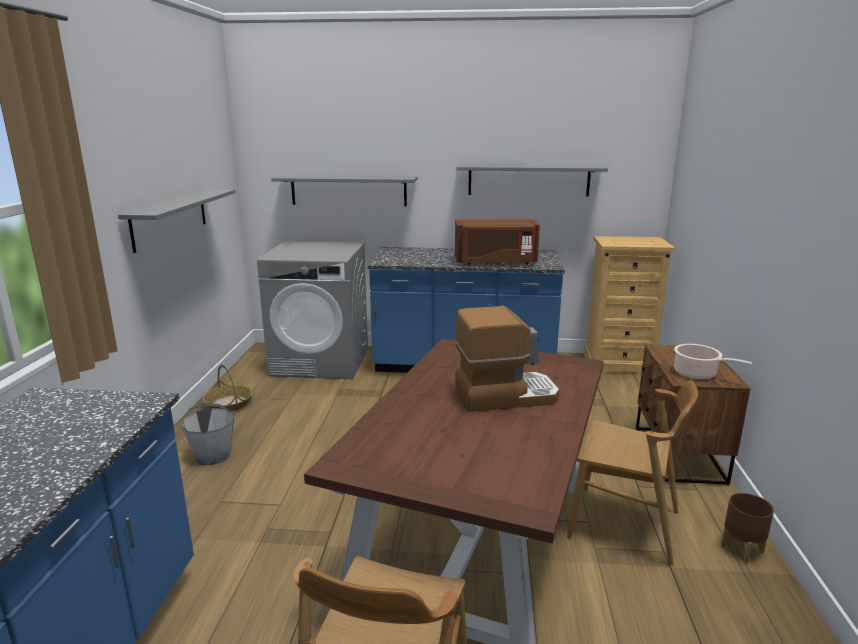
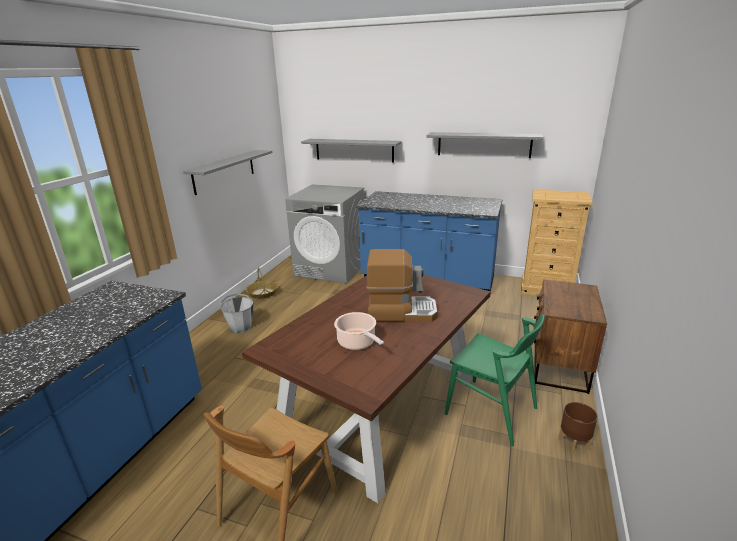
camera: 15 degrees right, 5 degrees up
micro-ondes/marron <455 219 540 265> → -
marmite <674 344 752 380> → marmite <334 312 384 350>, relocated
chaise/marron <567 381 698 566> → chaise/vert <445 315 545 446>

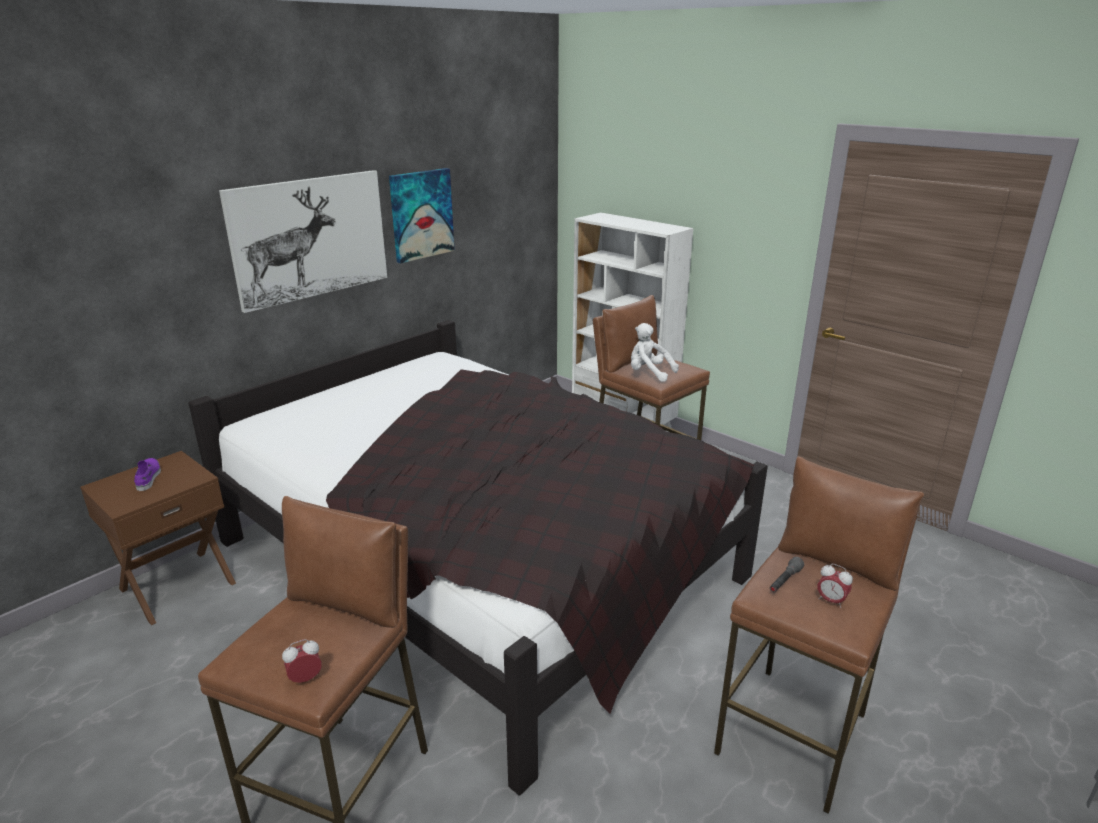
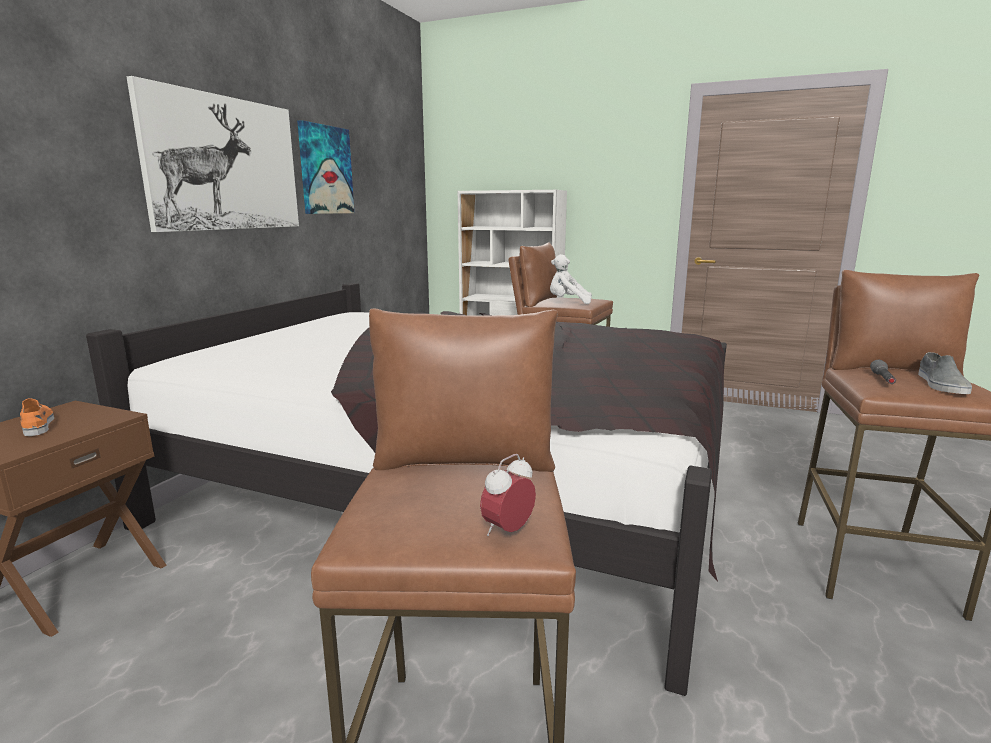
camera: 20 degrees left, 10 degrees down
réveil <817 564 853 608> → chaussure/gris <918 352 972 394>
chaussure/violet <134 458 161 491> → chaussure/orange <20 398 54 436>

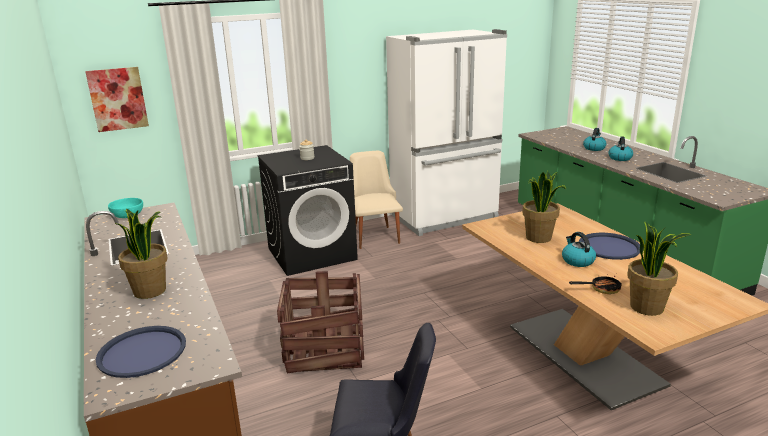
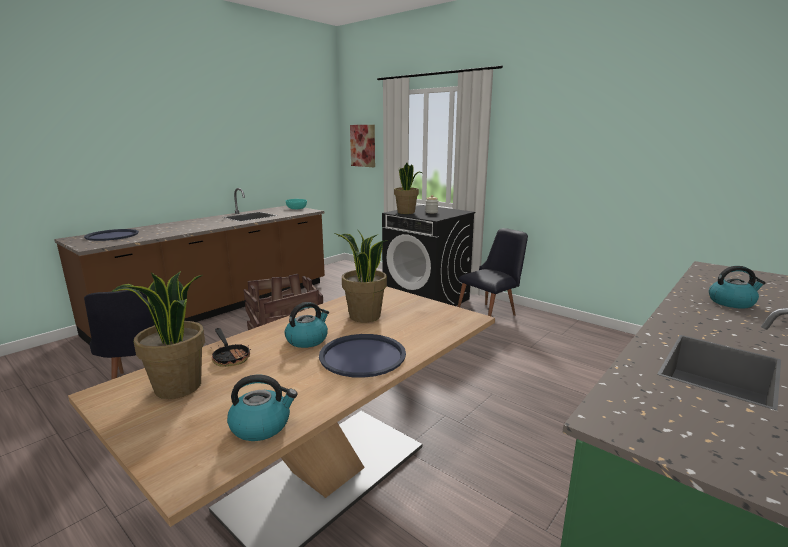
camera: 65 degrees right, 5 degrees down
réfrigérateur/blanc <386 29 507 236> → -
plante en pot <115 209 167 299> → plante en pot <394 163 422 214>, relocated
bouilloire <608 136 633 161> → bouilloire <227 375 297 441>, relocated
chaise/beige <350 151 403 249> → chaise/noir <458 228 528 316>

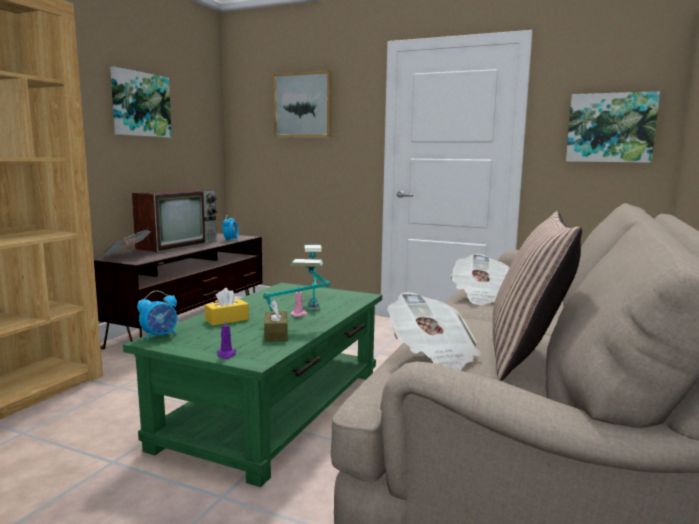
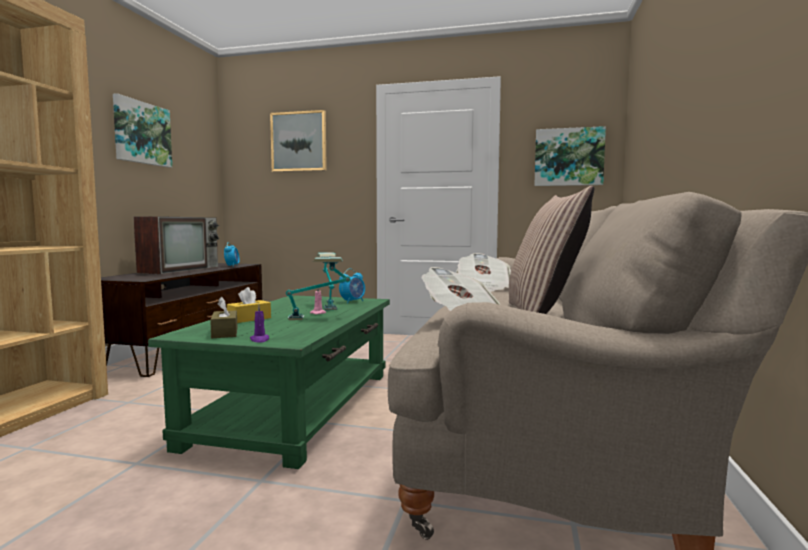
camera: 10 degrees left, 5 degrees down
journal <100 230 151 255> → -
réveil <137 290 177 341> → réveil <339 269 365 303>, relocated
boîte à mouchoirs/marron <264 300 288 342> → boîte à mouchoirs/marron <210 297 237 338>, relocated

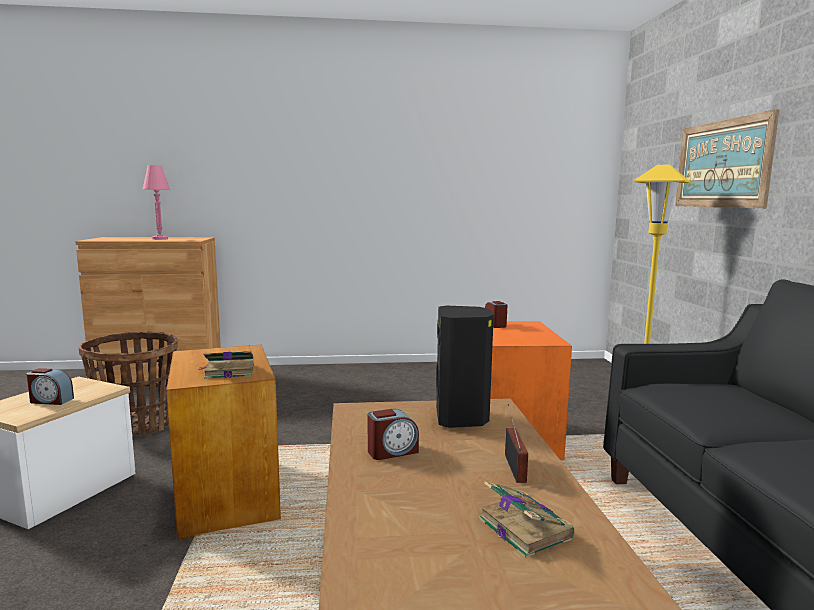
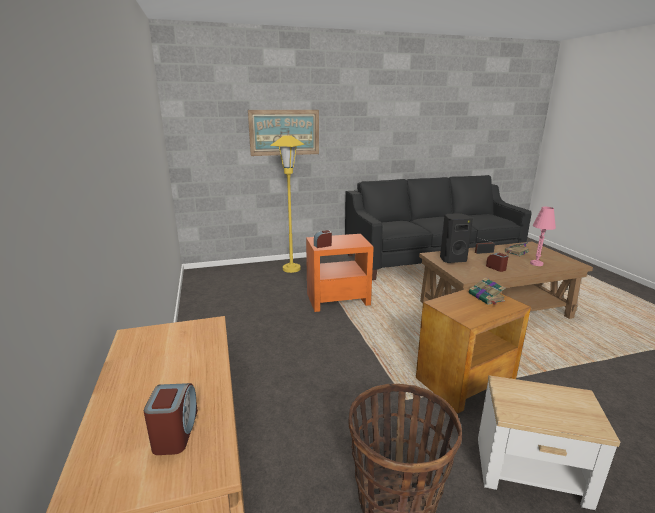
camera: 100 degrees left, 10 degrees up
réveil <27 368 74 405> → réveil <144 383 198 455>, relocated
lampe de table/rose <142 165 170 240> → lampe de table/rose <530 207 556 266>, relocated

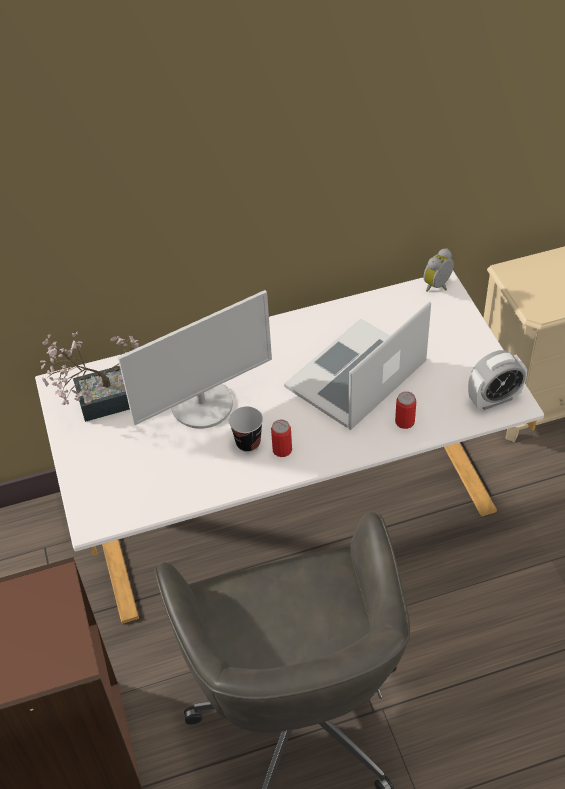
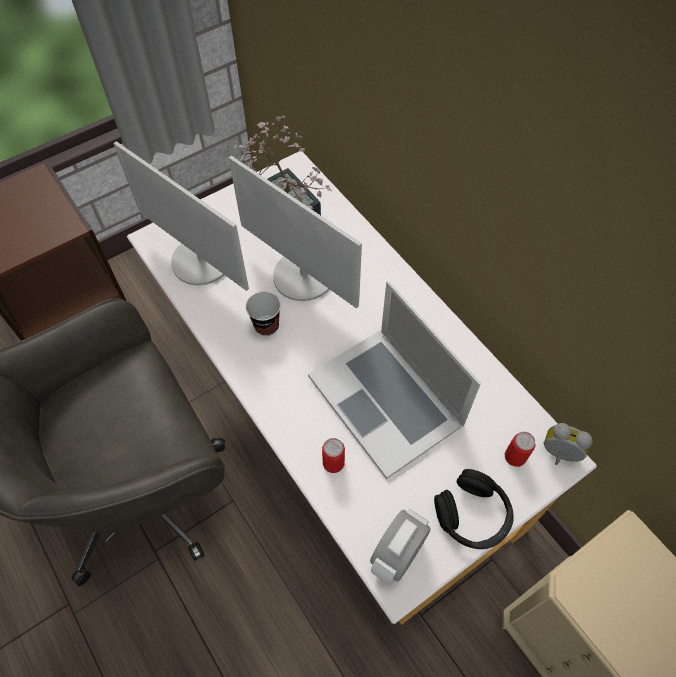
camera: 70 degrees right, 10 degrees up
- → écran d'ordinateur <113 141 249 291>
- → casque audio/noir <434 469 513 549>
boîte métallique <271 419 292 457> → boîte métallique <505 432 536 467>, relocated
ordinateur portable <284 301 431 430> → ordinateur portable <308 281 481 479>, 150 degrees counterclockwise
réveil <468 350 527 410> → réveil <370 509 431 586>, 75 degrees clockwise

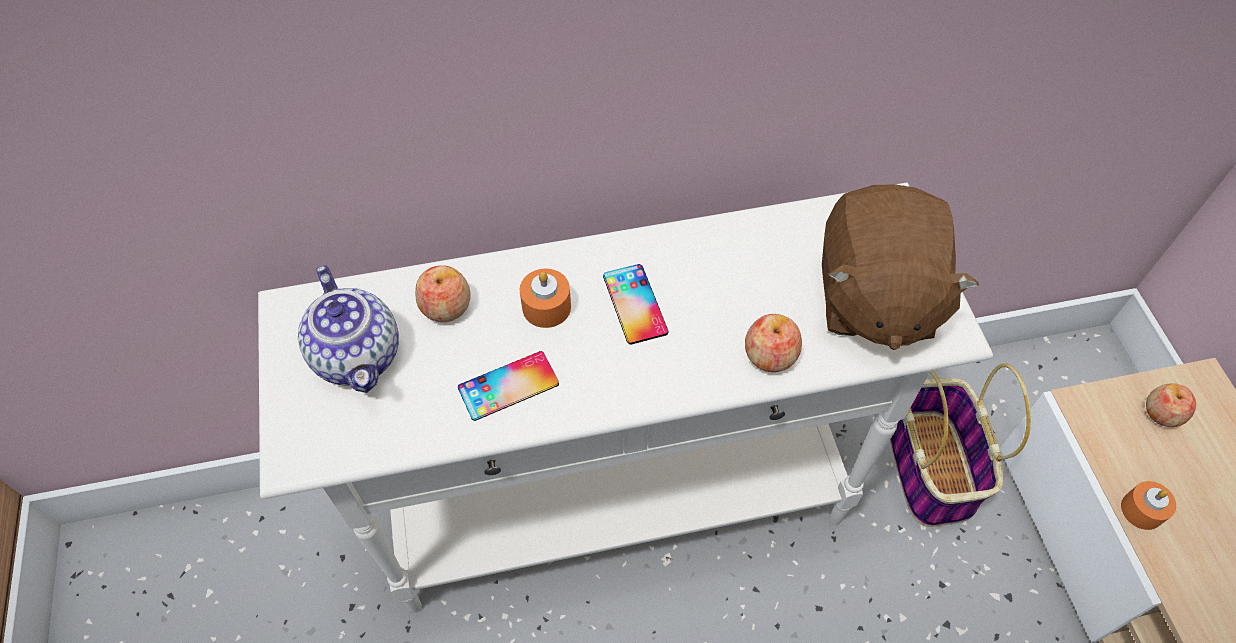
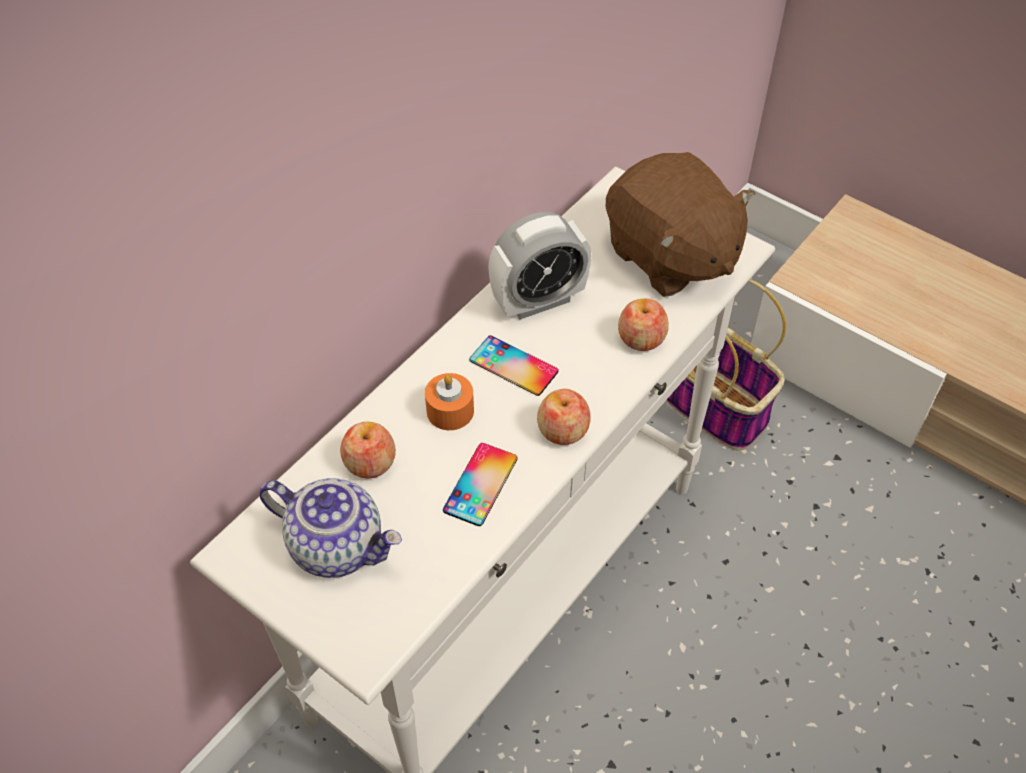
camera: 40 degrees left, 5 degrees down
bougie/orange <1121 481 1176 530> → -
- → réveil <488 212 591 320>
pomme <1146 383 1196 427> → pomme <537 389 591 445>, relocated

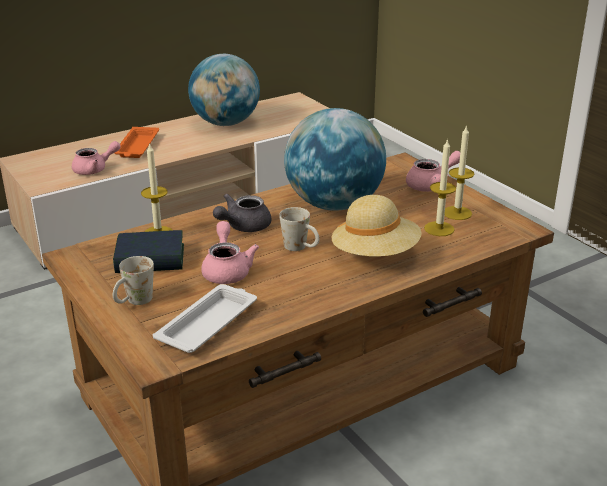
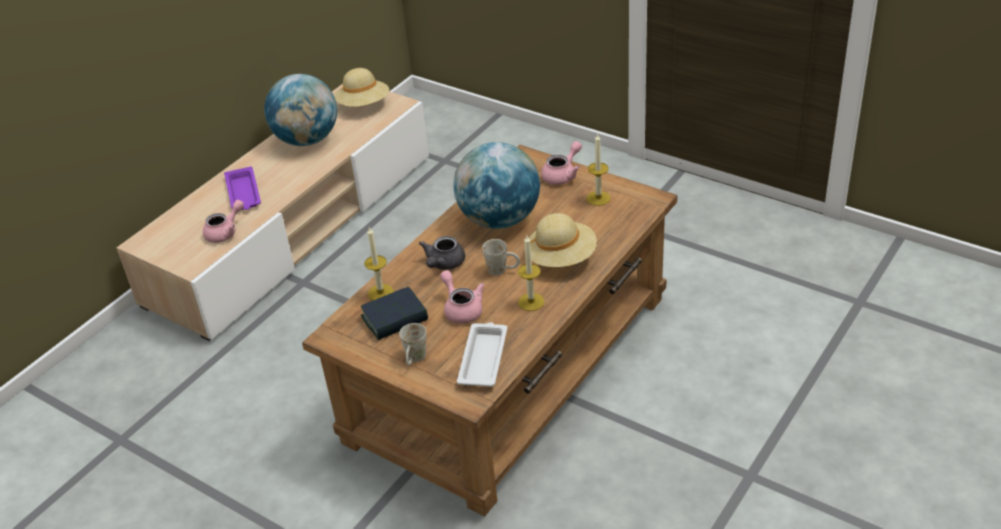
camera: 20 degrees left, 10 degrees up
- → chapeau/beige <335 68 389 107>
bougie <424 138 456 236> → bougie <518 236 545 311>, relocated
plateau/orange <114 127 159 158> → plateau/violet <224 166 261 210>

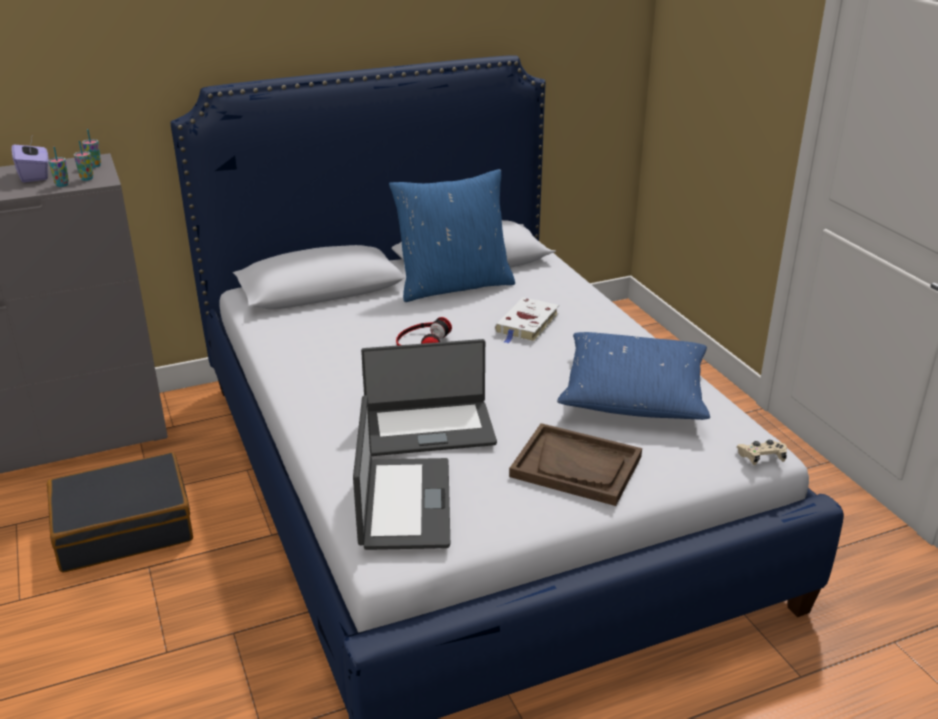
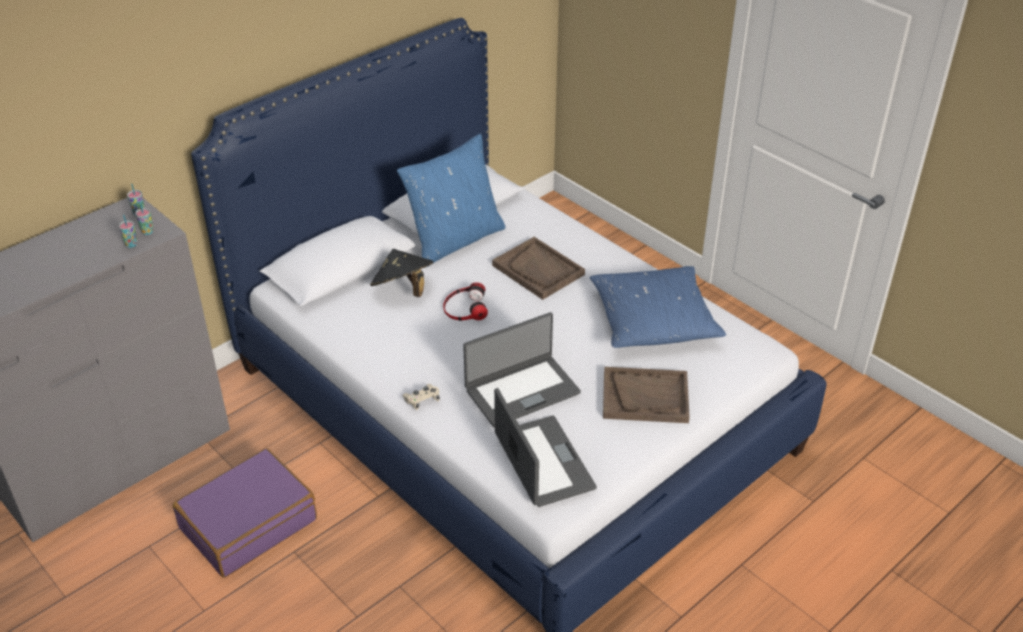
camera: 20 degrees left, 10 degrees up
boîte à mouchoirs/violet <12 138 49 183> → -
- → chapeau/noir <370 249 433 297>
manette/beige <737 440 787 465> → manette/beige <402 384 440 410>, relocated
livre/blanc <495 297 559 344> → plateau/marron <492 237 585 300>
valise/noir <47 452 193 573> → valise/violet <173 448 317 577>

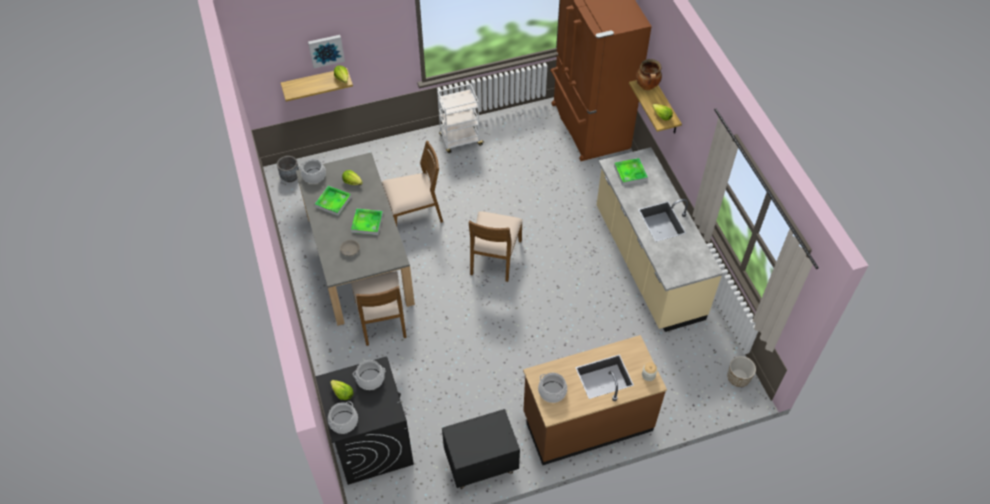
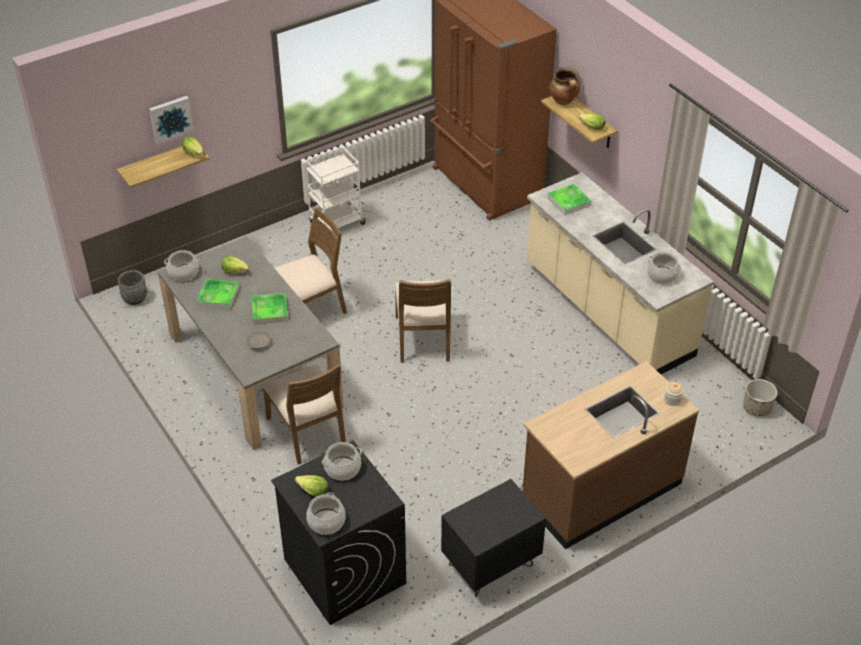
camera: 15 degrees left, 10 degrees down
marmite <538 373 567 403> → marmite <647 252 682 284>, relocated

